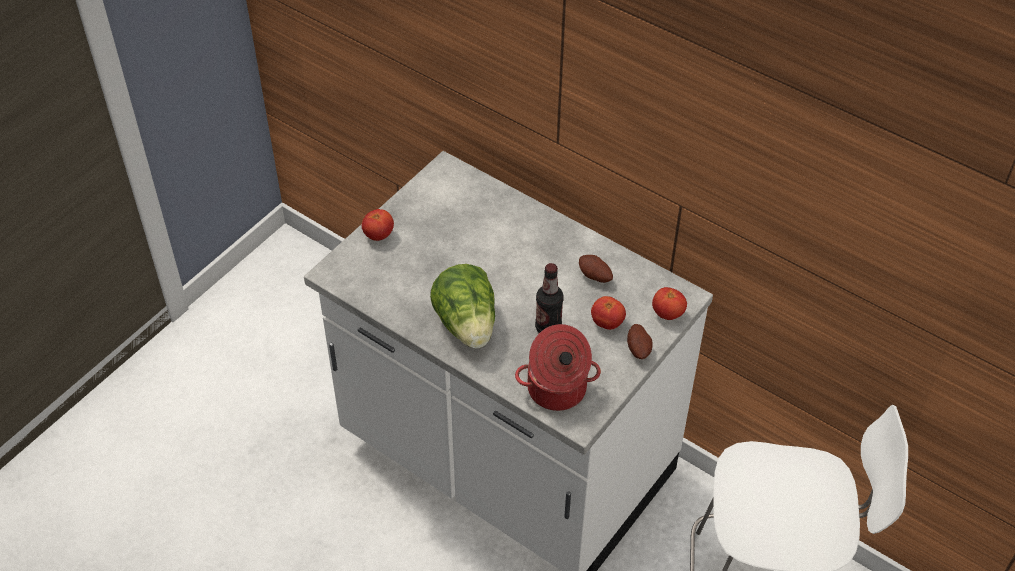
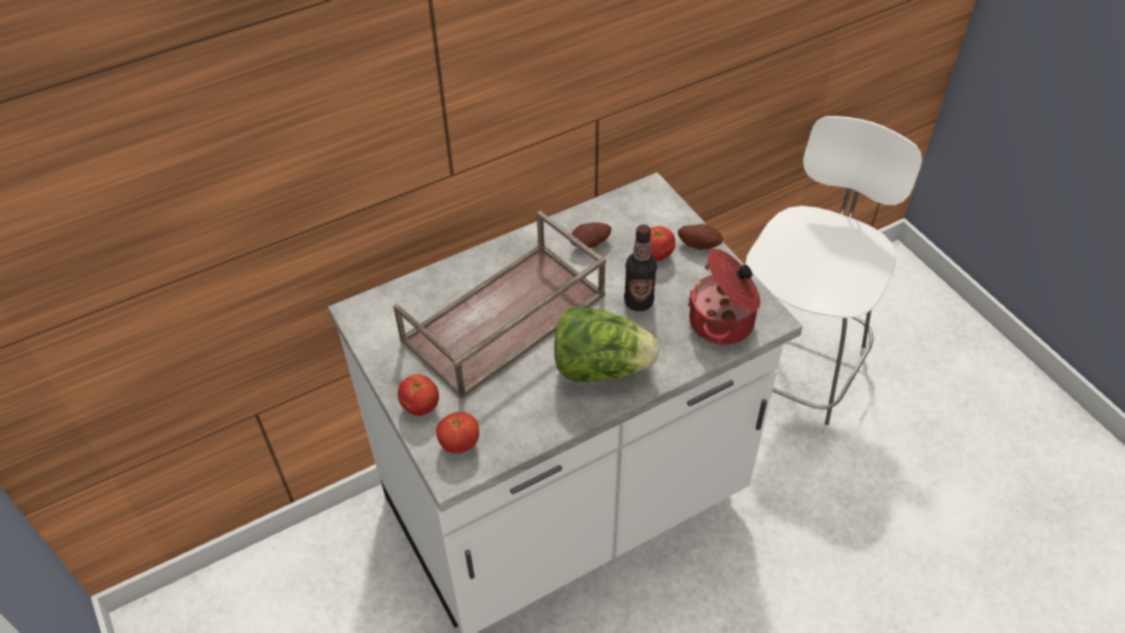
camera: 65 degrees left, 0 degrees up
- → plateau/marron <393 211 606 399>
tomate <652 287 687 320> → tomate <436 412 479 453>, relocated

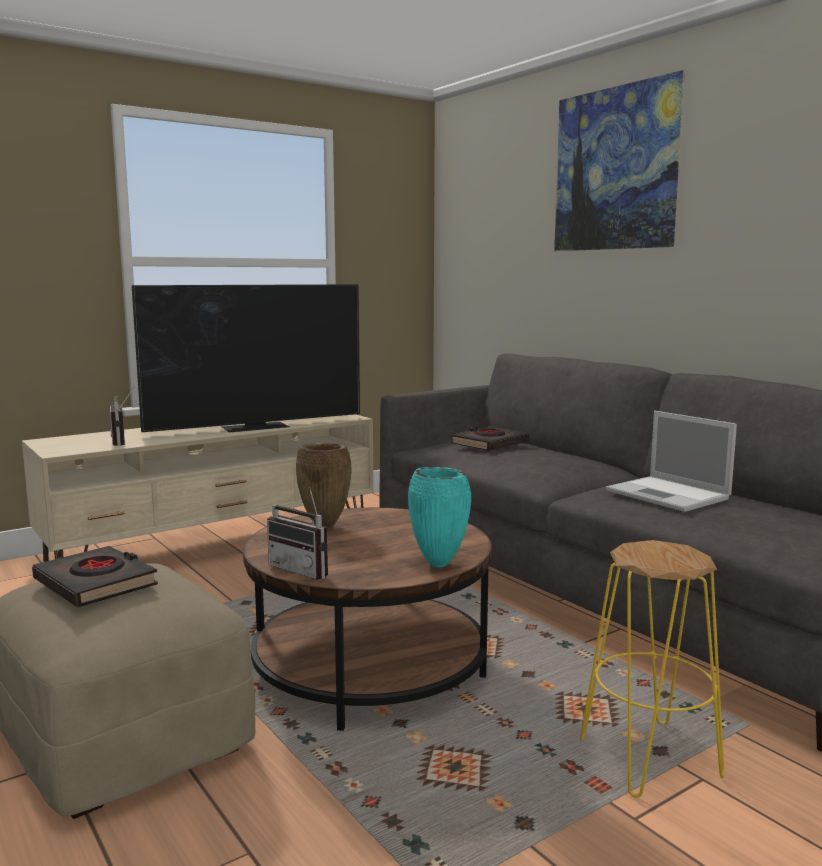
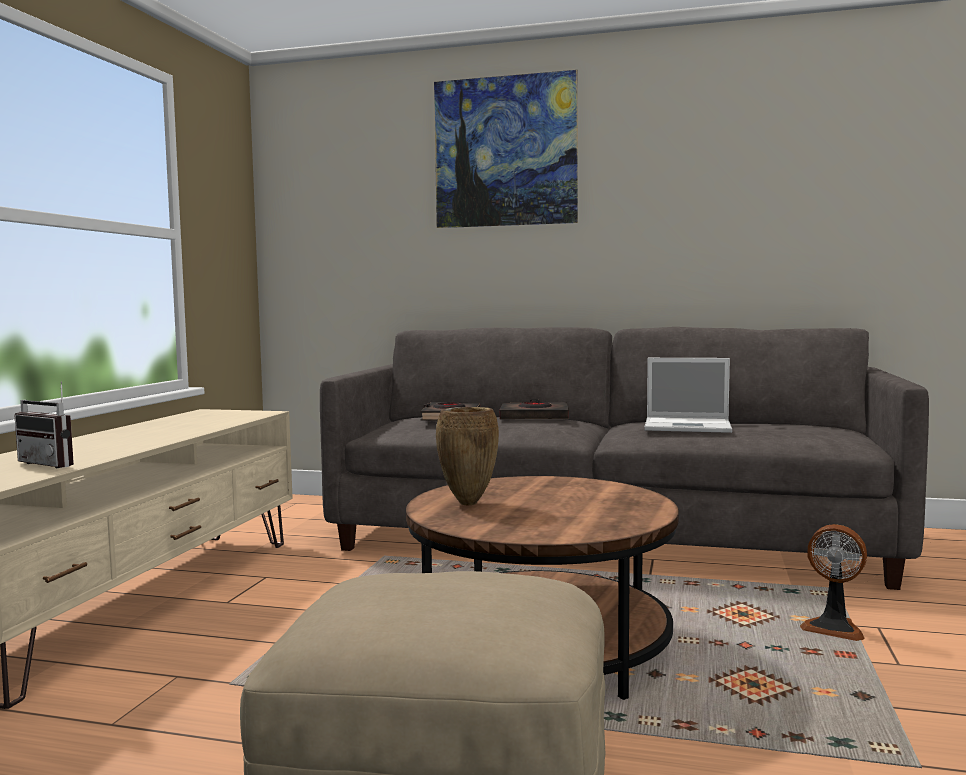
camera: 40 degrees left, 5 degrees down
téléviseur <132 284 360 432> → -
radio <267 486 328 580> → -
vase/turquoise <408 467 471 568> → -
livre/noir <32 546 158 607> → livre/noir <500 399 569 419>, relocated
tabouret/jaune <580 540 725 798> → ventilateur <800 524 867 641>

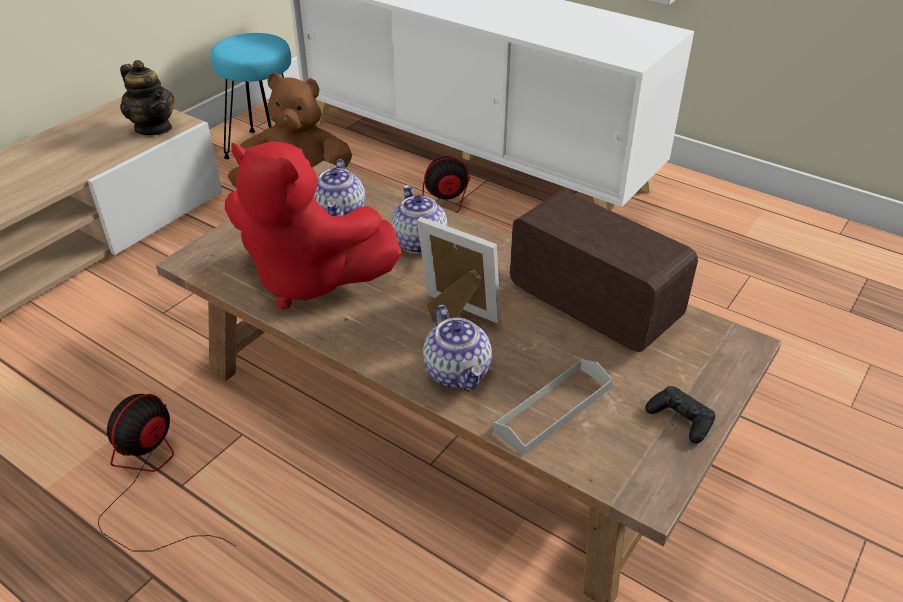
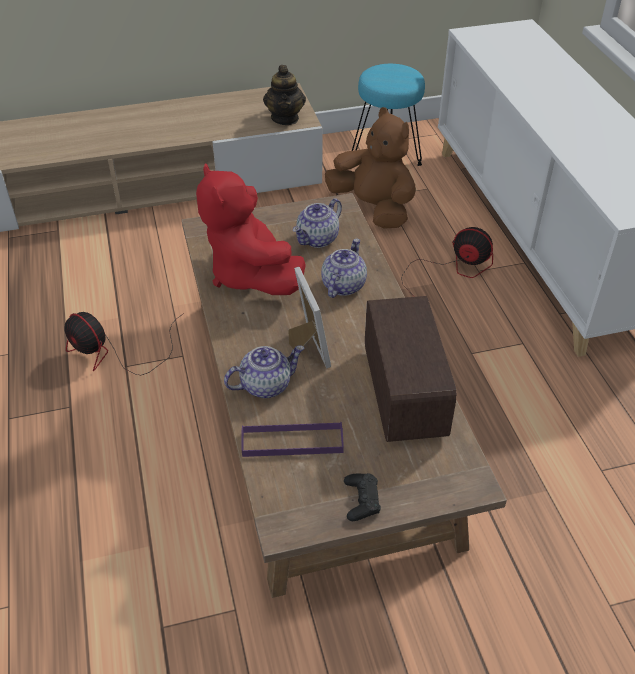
camera: 40 degrees right, 5 degrees up
plateau/gris <493 359 612 456> → plateau/violet <241 422 344 457>
ventilateur <98 394 236 551> → ventilateur <64 312 184 375>, 120 degrees counterclockwise
théière <423 305 492 392> → théière <224 345 305 398>, 135 degrees counterclockwise

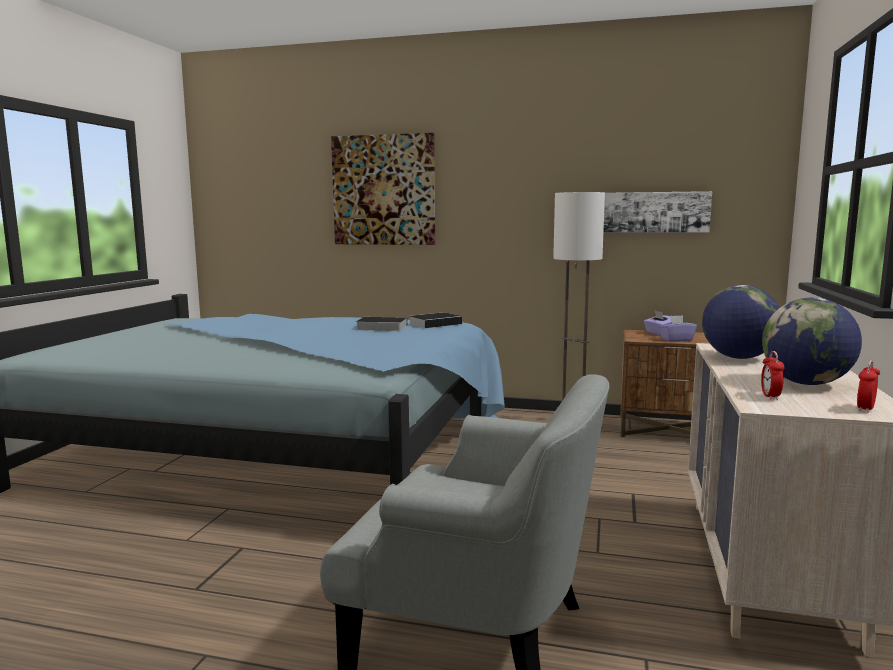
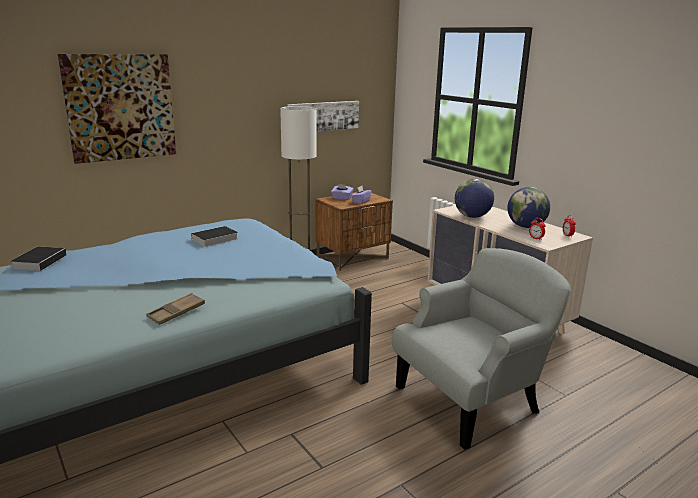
camera: 50 degrees left, 10 degrees up
- → plateau/marron <146 293 205 325>
livre <410 312 462 328> → livre <10 246 66 271>, relocated

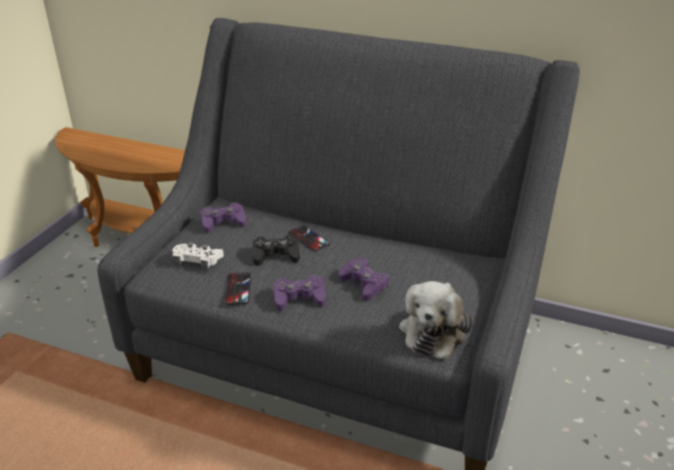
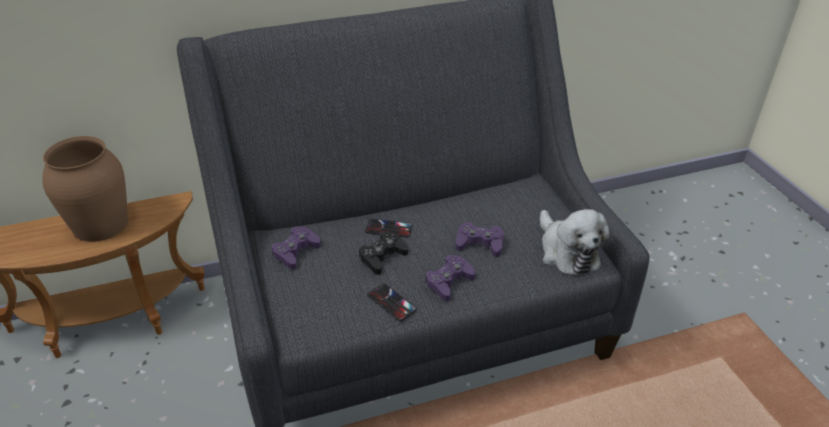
camera: 40 degrees left, 5 degrees up
manette/blanc <172 242 224 272> → -
- → vase/marron <42 136 128 242>

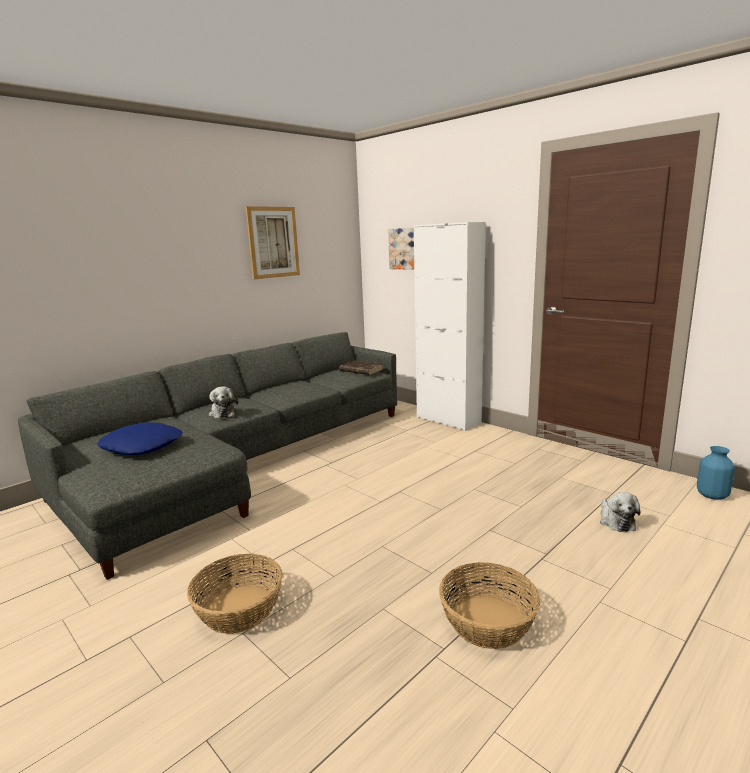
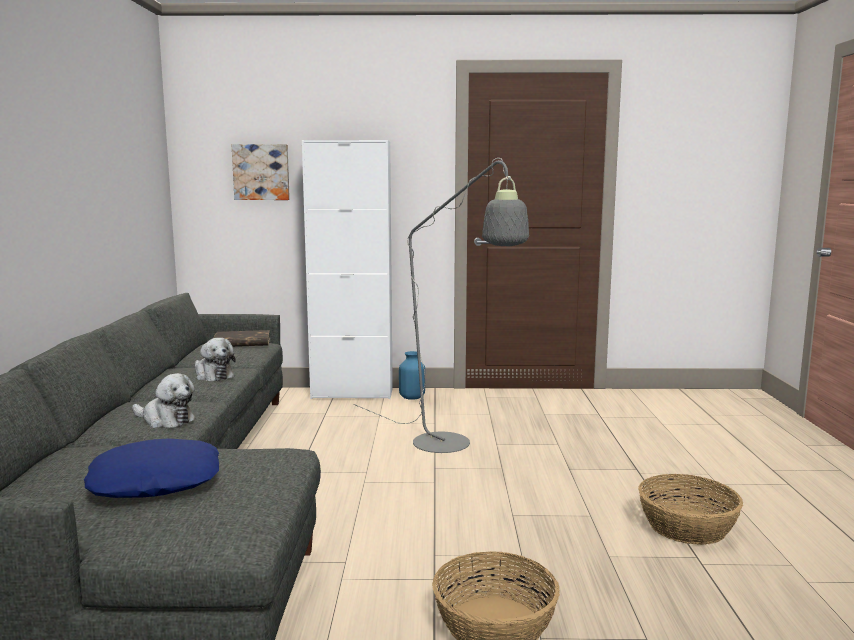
camera: 45 degrees left, 5 degrees down
tableau <245 206 300 279> → -
- → lampadaire/gris <353 158 529 453>
peluche <600 492 640 532> → peluche <195 338 236 381>, relocated
vase/bleu <697 446 735 500> → vase/bleu <399 351 425 400>, relocated

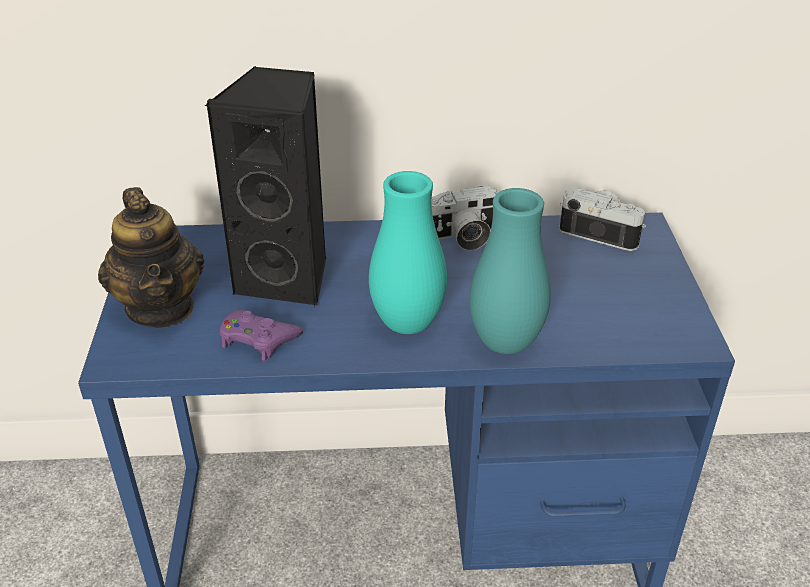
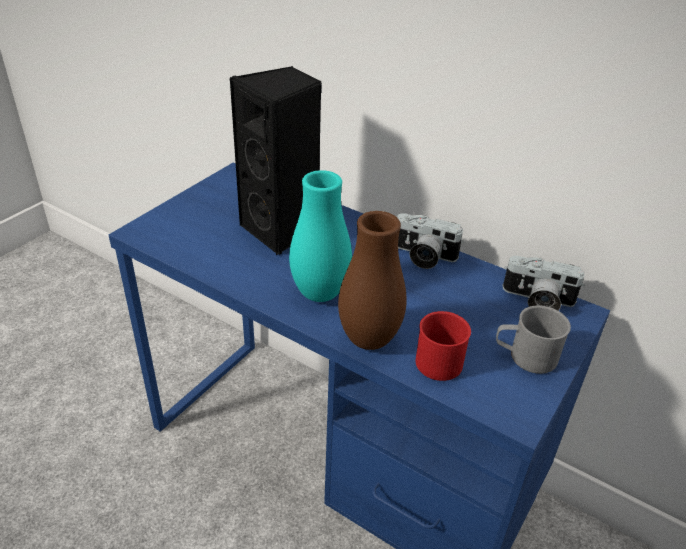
camera: 35 degrees right, 0 degrees up
théière <98 187 204 328> → -
manette/violet <219 309 304 361> → -
- → mug/rouge <416 311 471 381>
- → mug/gris <496 305 571 374>
vase/turquoise <469 188 551 354> → vase/marron <338 211 407 350>
appareil photo <559 187 646 251> → appareil photo <503 256 585 311>, 135 degrees clockwise

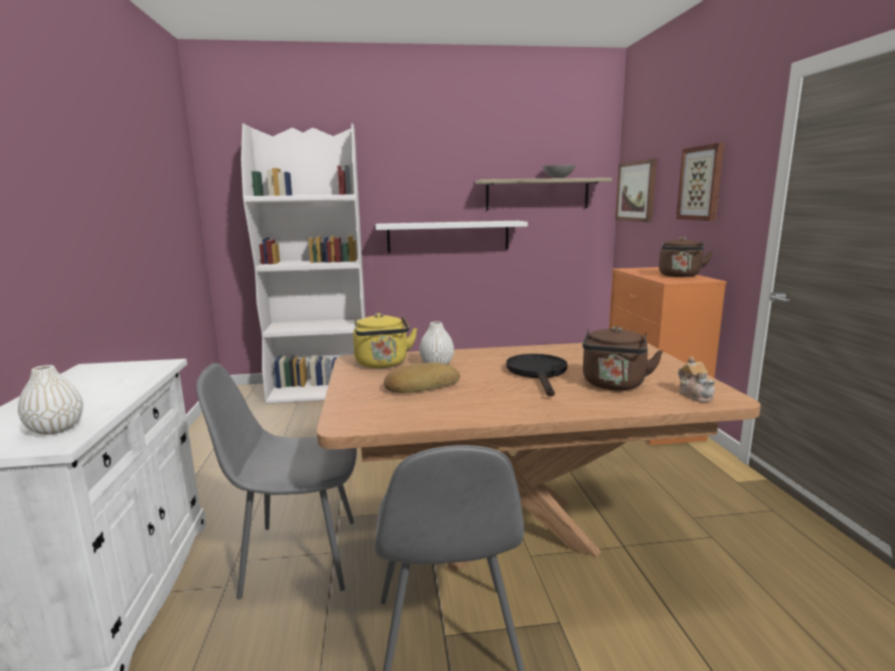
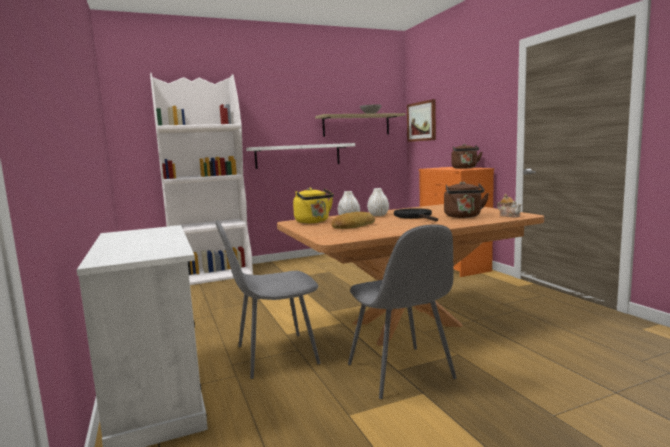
camera: 15 degrees left, 5 degrees down
tableau <676 143 724 221> → -
vase/blanc <18 365 83 435> → vase/blanc <367 188 389 216>, relocated

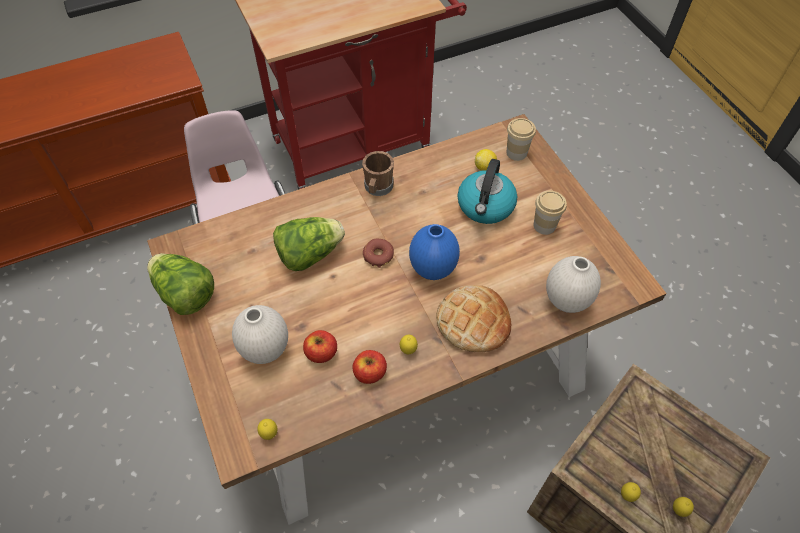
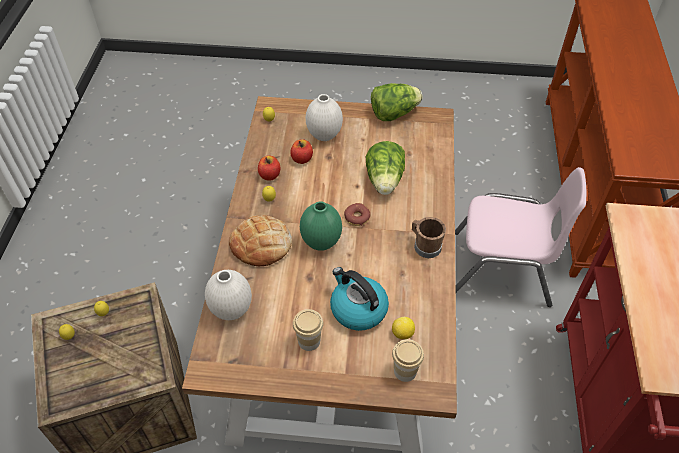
camera: 120 degrees right, 5 degrees down
vase/bleu <409 224 460 280> → vase/vert <300 201 342 251>

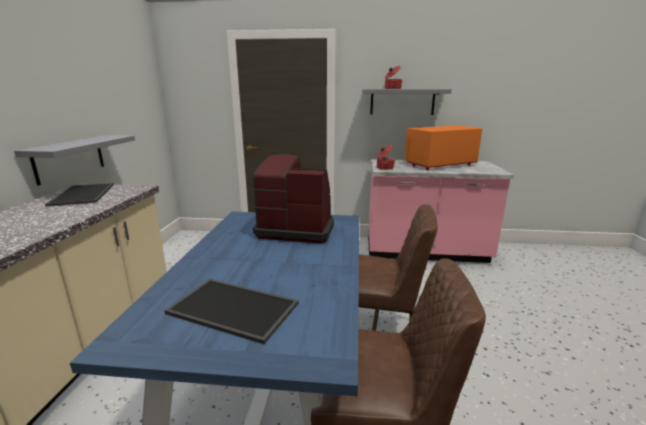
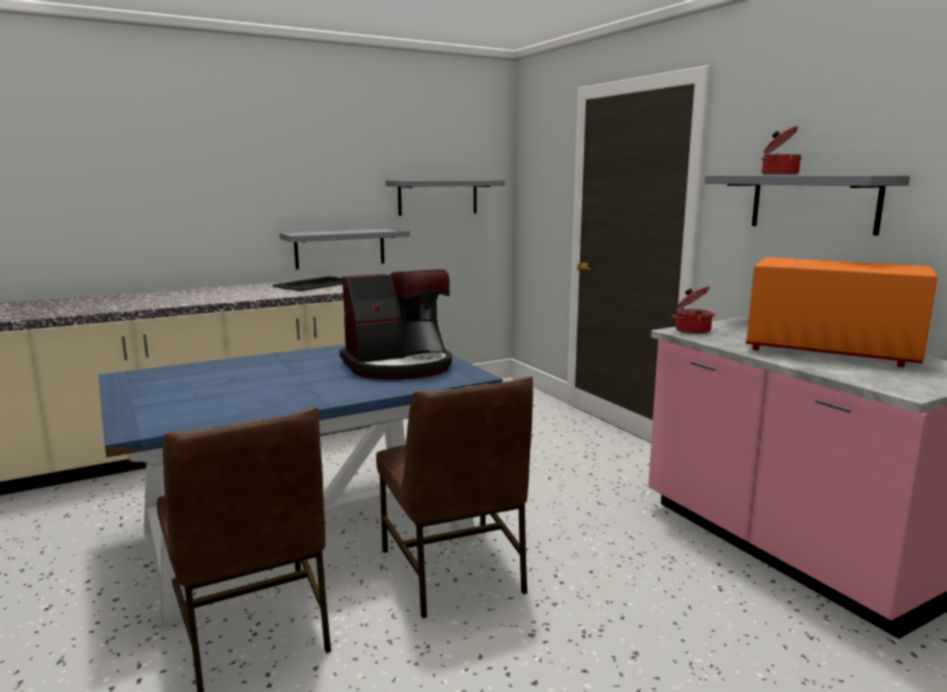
camera: 55 degrees right, 5 degrees down
plateau <165 279 299 344> → -
- → étagère/gris <386 180 505 216>
machine à café <253 154 334 243> → machine à café <340 269 452 379>, 90 degrees clockwise

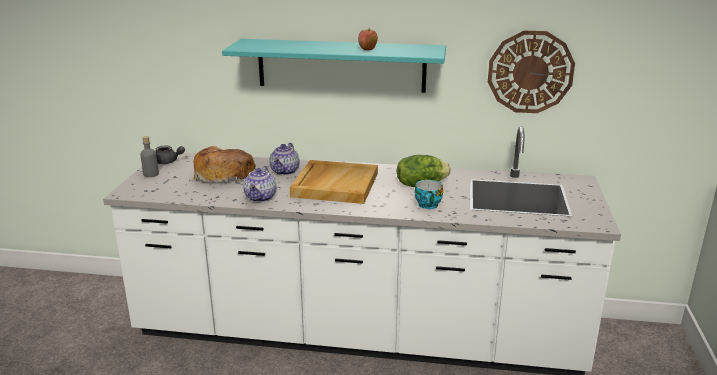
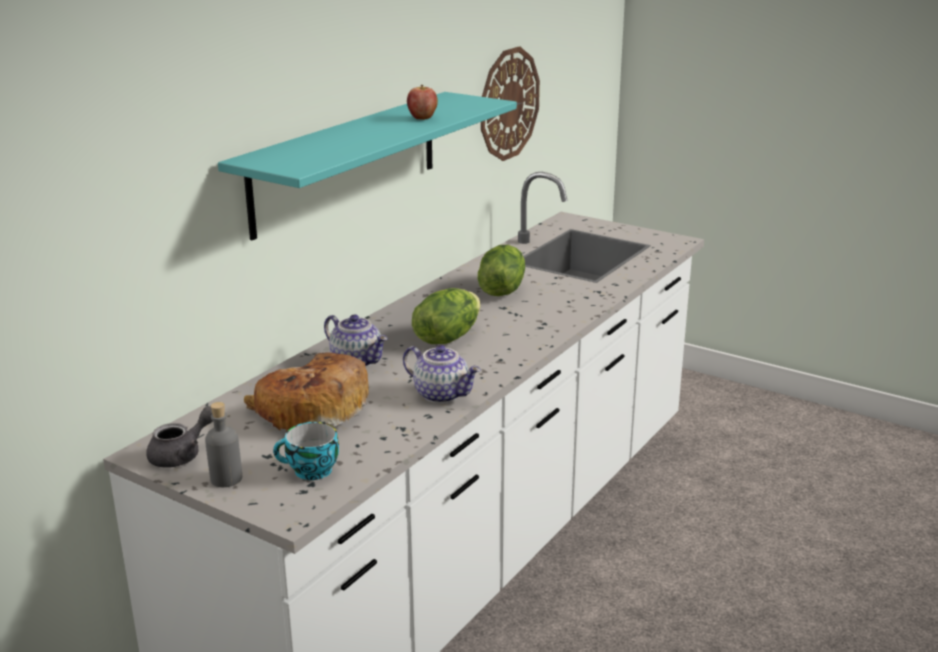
camera: 65 degrees left, 0 degrees up
tasse <415 180 443 209> → tasse <273 422 339 480>, relocated
plateau/beige <290 160 378 204> → laitue <412 288 481 344>

